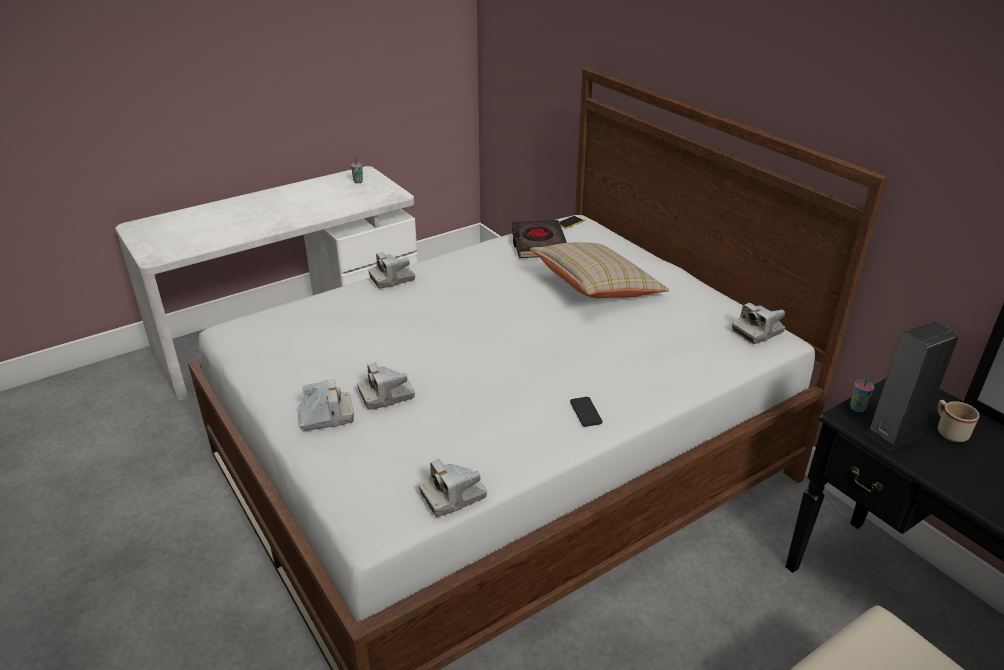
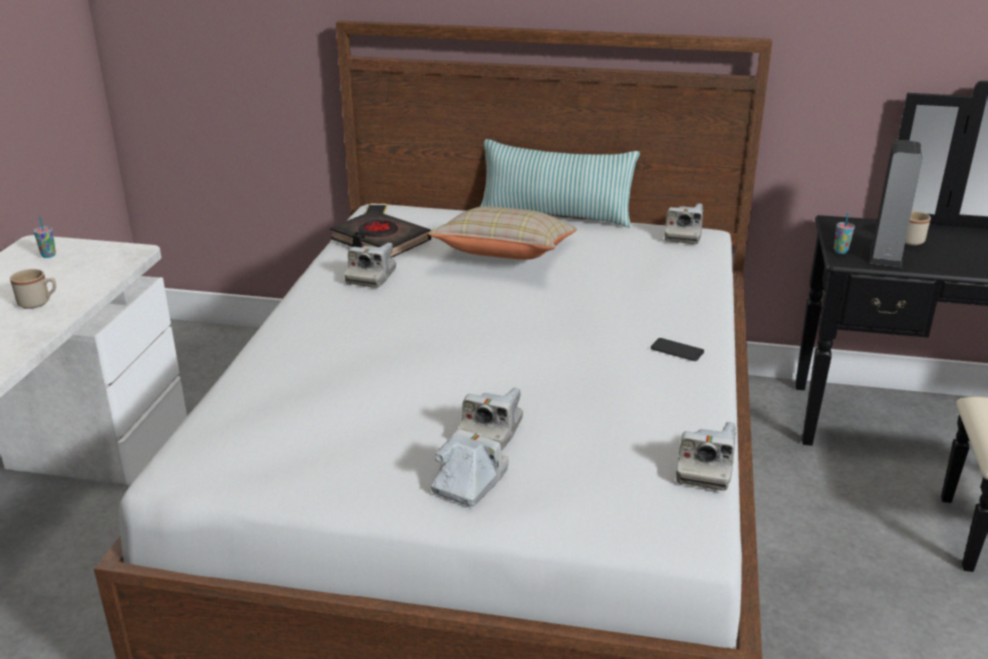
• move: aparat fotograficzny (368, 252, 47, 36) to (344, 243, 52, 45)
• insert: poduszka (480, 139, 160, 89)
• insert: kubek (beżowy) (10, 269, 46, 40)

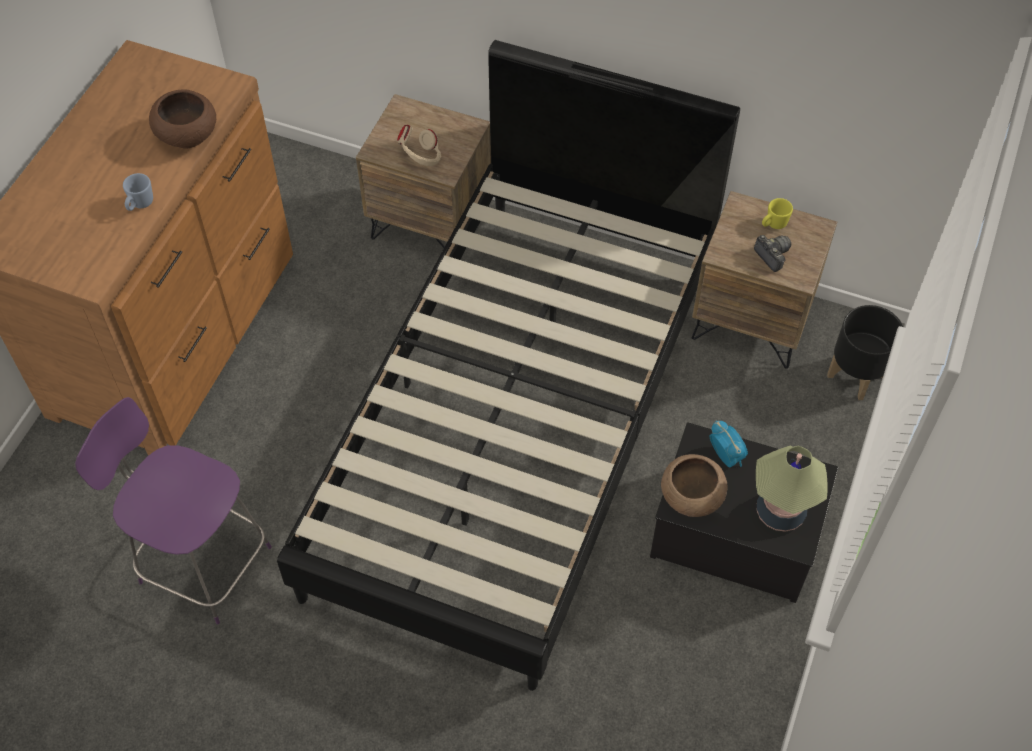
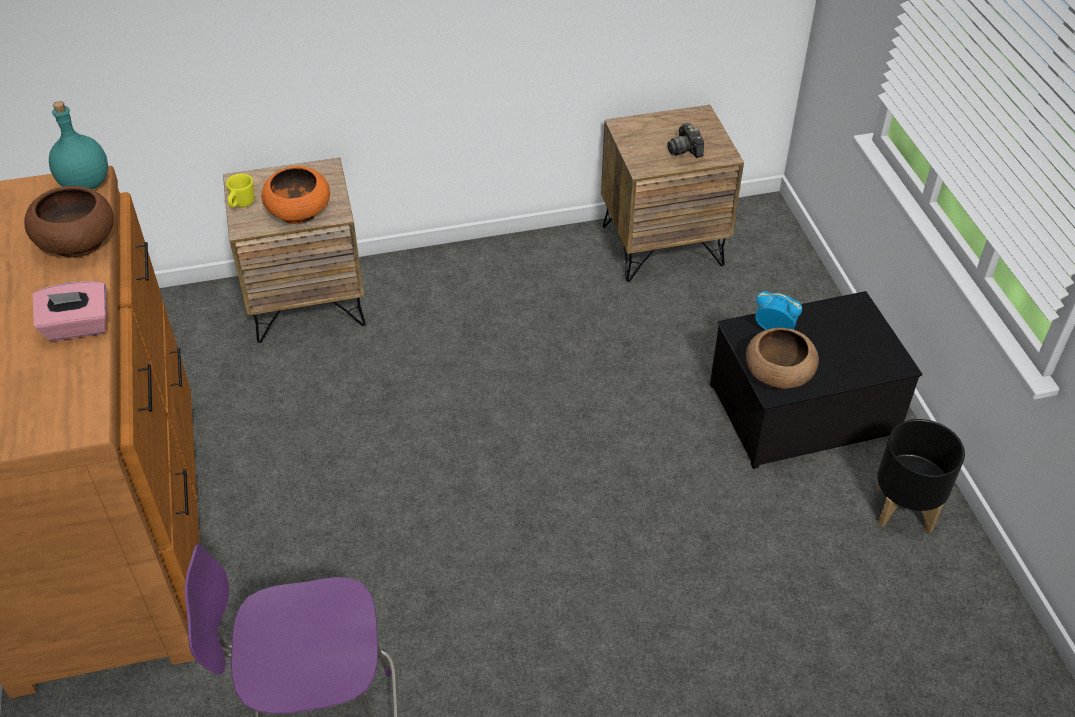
• delete: łóżko (czarny) (277, 40, 463, 651)
• replace: słuchawki (beżowy) (397, 125, 44, 41) to miska (pomarańczowy) (261, 166, 69, 58)
• replace: kubek (niebieski) (123, 173, 30, 38) to pudełko chusteczek (różowy) (33, 281, 74, 60)
• move: kubek (żółty) (762, 198, 31, 31) to (226, 173, 29, 35)
• rotate: aparat fotograficzny (754, 235, 37, 37) = (668, 123, 36, 35) 135 degrees counterclockwise
• move: donica (czarny) (827, 305, 76, 95) to (876, 419, 89, 114)
• delete: lampa stołowa (756, 446, 72, 86)
• insert: butelka (turkusowy) (49, 101, 59, 88)

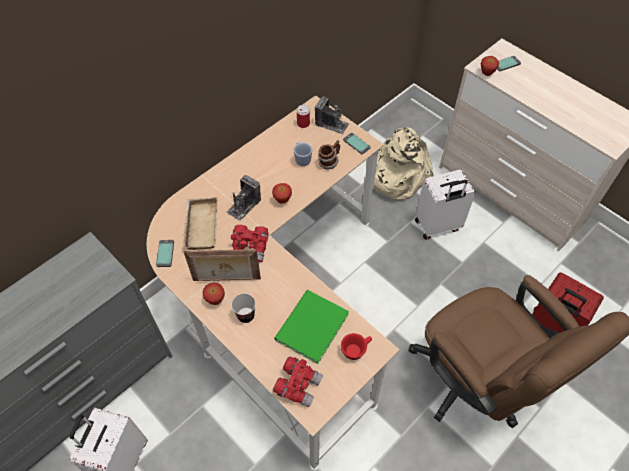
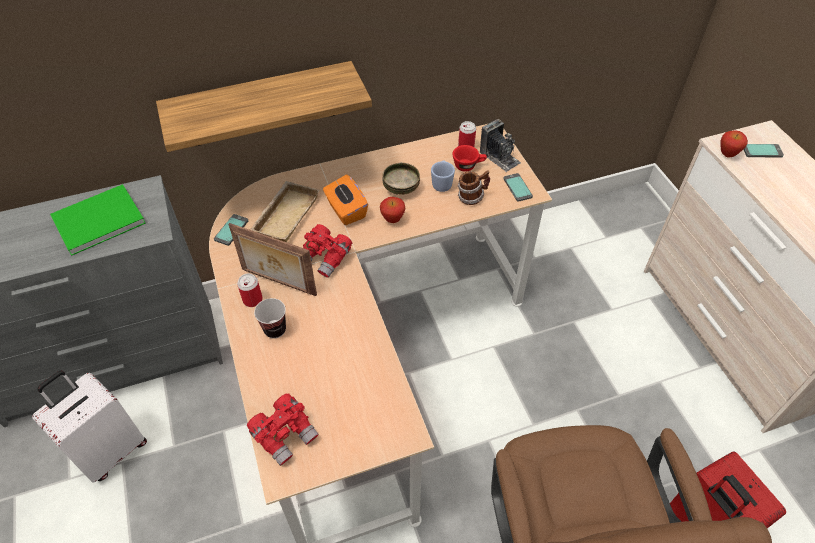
• delete: plecak (beżowy) (374, 127, 60, 73)
• delete: walizka (biały) (415, 169, 61, 71)
• replace: aparat fotograficzny (226, 175, 35, 46) to pudełko chusteczek (pomarańczowy) (323, 175, 45, 50)
• replace: jabłko (202, 283, 23, 22) to puszka (237, 274, 26, 33)
• move: książka (zielony) (274, 290, 75, 74) to (50, 184, 96, 72)
• move: filiżanka (czerwony) (341, 333, 31, 27) to (452, 145, 35, 27)
• insert: półka (156, 61, 216, 91)
• insert: miska (382, 162, 38, 33)

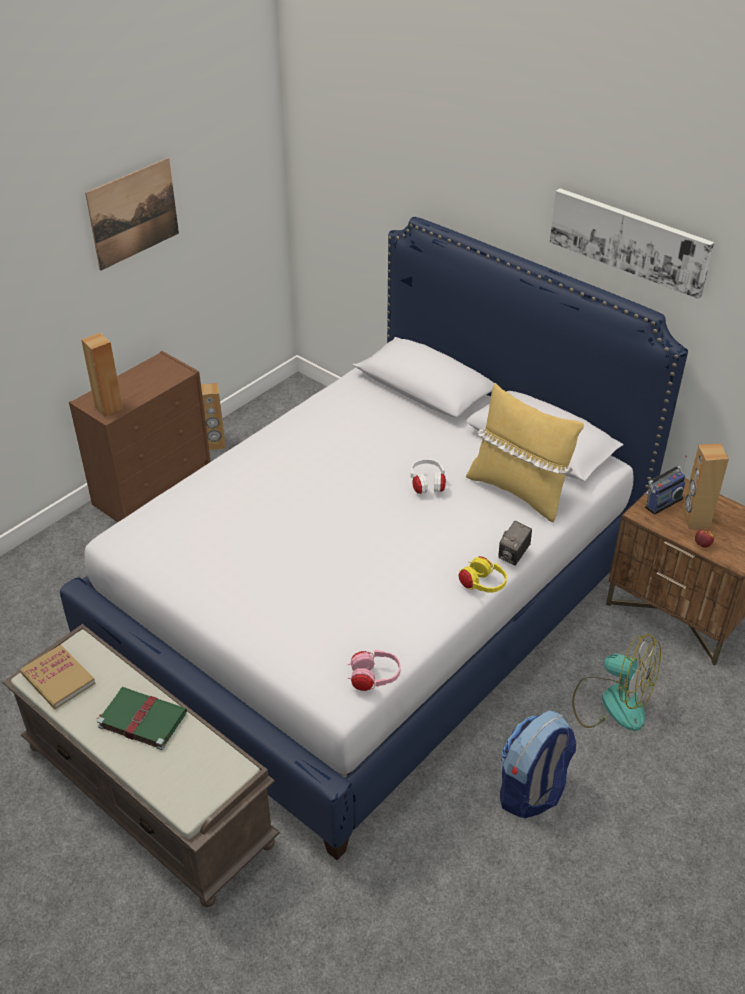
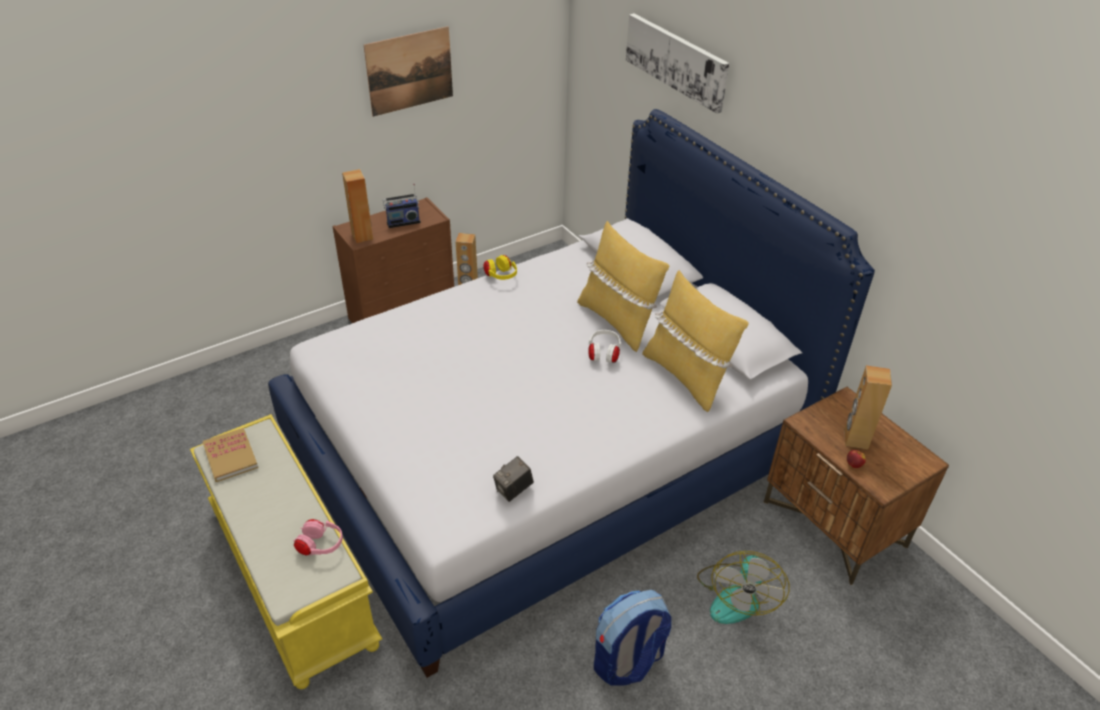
• move: obraz (550, 188, 164, 111) to (626, 13, 103, 101)
• move: radio (645, 455, 42, 60) to (383, 184, 38, 44)
• move: aparat fotograficzny (498, 521, 34, 45) to (493, 456, 41, 46)
• move: słuchawki (żółty) (459, 556, 48, 37) to (484, 255, 33, 25)
• recolor: ławka (brązowy) (2, 624, 278, 283) to ławka (żółty) (190, 414, 192, 275)
• rotate: wentylator (572, 634, 89, 97) = (697, 551, 93, 73) 60 degrees clockwise
• move: słuchawki (różowy) (348, 650, 53, 41) to (293, 519, 50, 37)
• delete: książka (zielony) (97, 687, 90, 63)
• insert: poduszka (żółty) (577, 221, 93, 131)

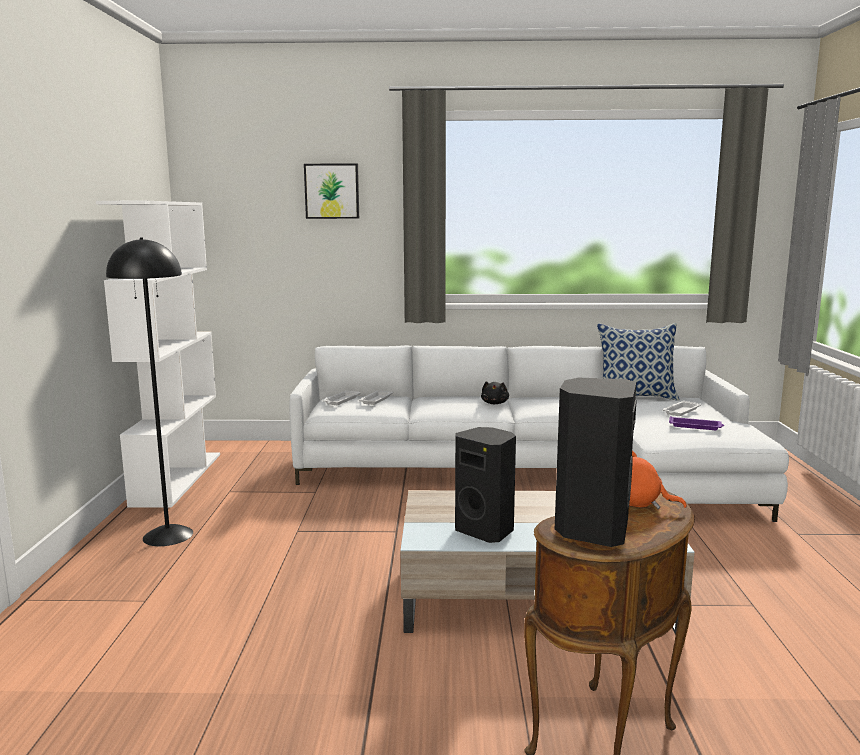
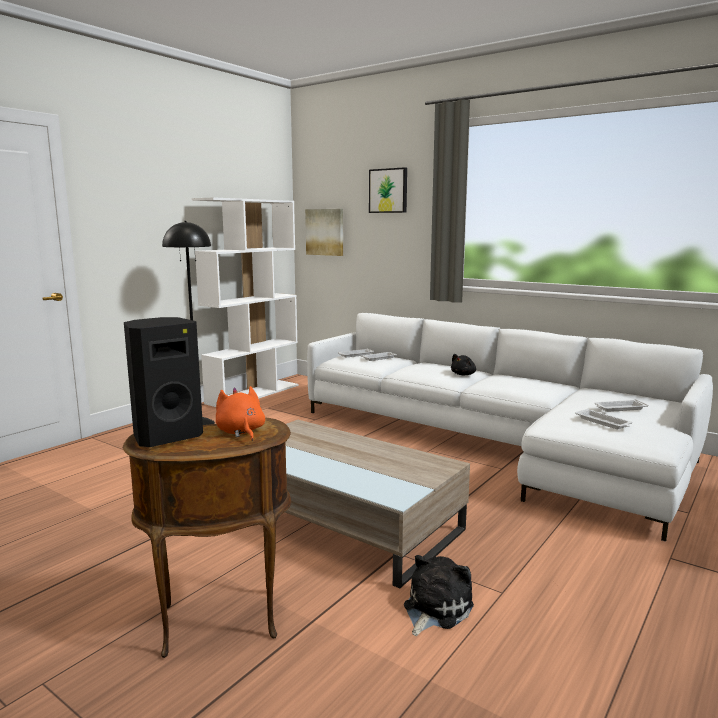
• delete: poduszka (597, 323, 83, 78)
• recolor: taca (fioletowy) (669, 416, 55, 14) to taca (biały) (575, 409, 57, 20)
• delete: głośnik (czarny) (455, 427, 61, 116)
• insert: obraz (305, 209, 38, 47)
• insert: pluszak (404, 555, 70, 81)

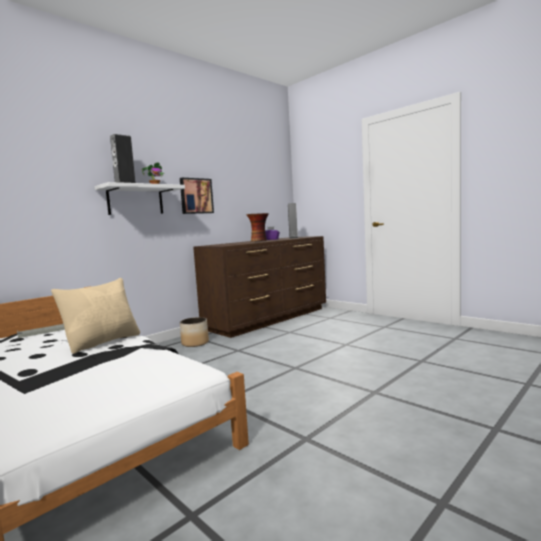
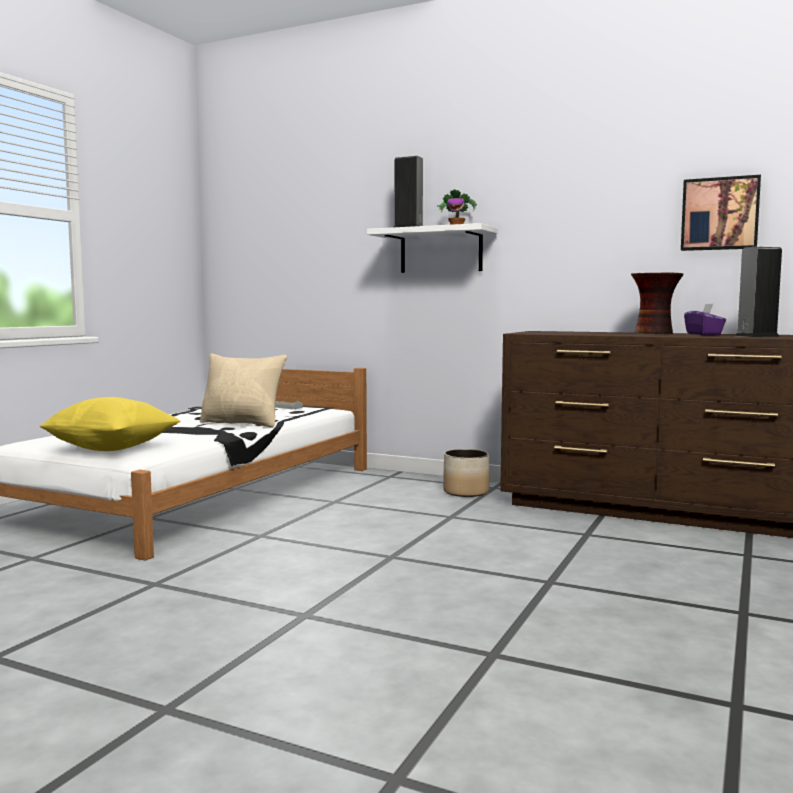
• move: obraz (180, 178, 34, 36) to (681, 175, 80, 76)
• insert: poduszka (żółty) (39, 397, 141, 54)

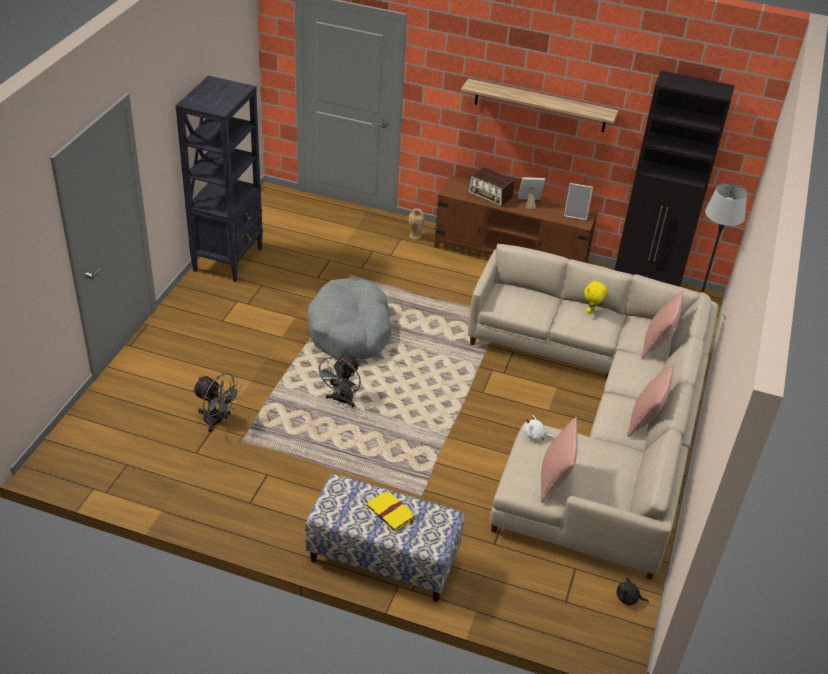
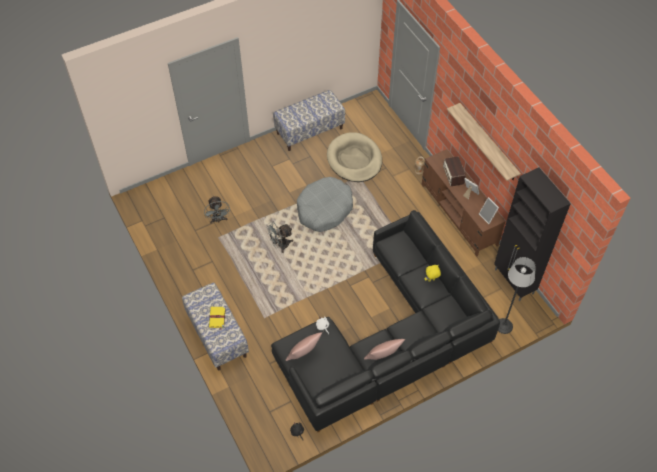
• replace: regał (czarny) (175, 76, 88, 206) to ławka (273, 90, 72, 61)
• recolor: kanapa (beżowy) (468, 244, 250, 336) to kanapa (czarny) (271, 210, 229, 222)
• delete: poduszka (różowy) (641, 290, 43, 69)
• insert: legowisko (beżowy) (327, 132, 55, 50)

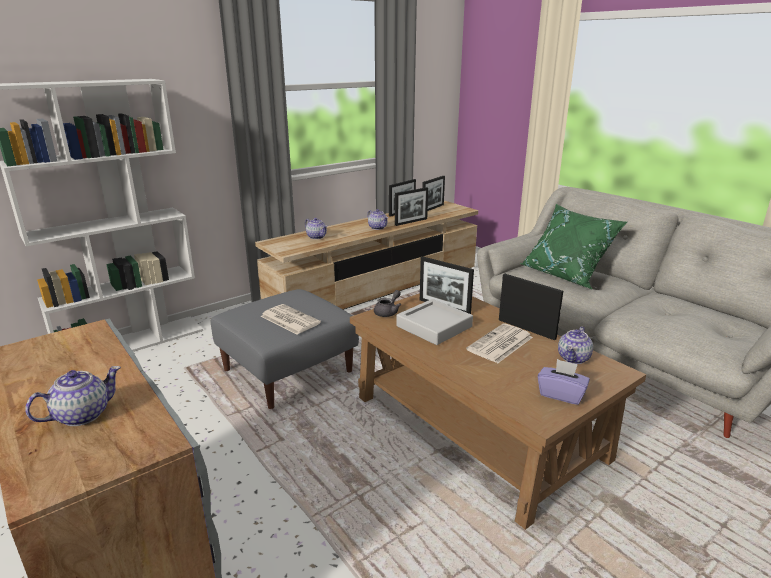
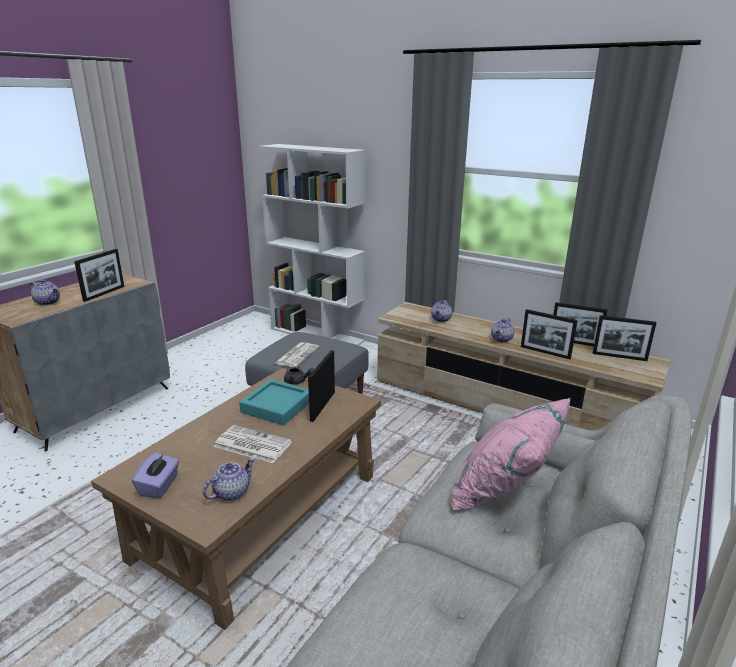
• recolor: poduszka (zielony) (520, 204, 107, 85) to poduszka (różowy) (451, 398, 120, 112)
• move: ramka na zdjęcie (499, 274, 64, 66) to (74, 249, 50, 53)
• recolor: taca (szary) (396, 299, 77, 46) to taca (turkusowy) (239, 379, 70, 46)
• rotate: imbryk (558, 326, 35, 38) = (203, 458, 52, 43) 120 degrees clockwise

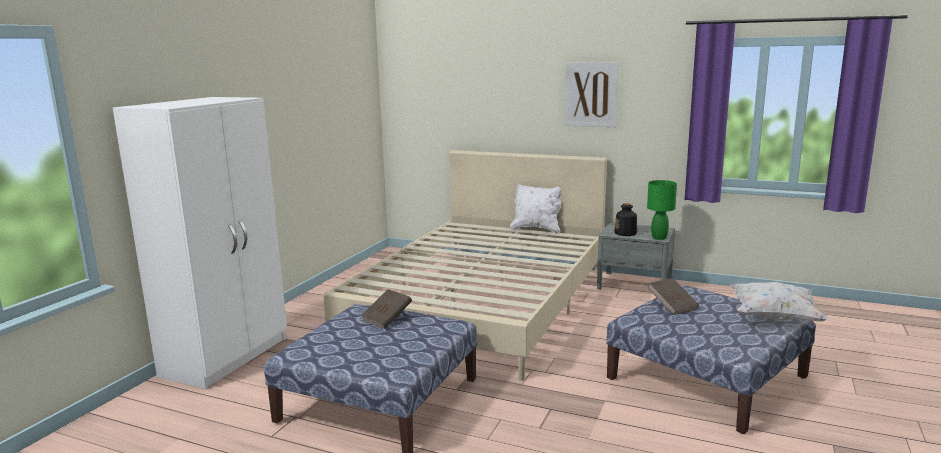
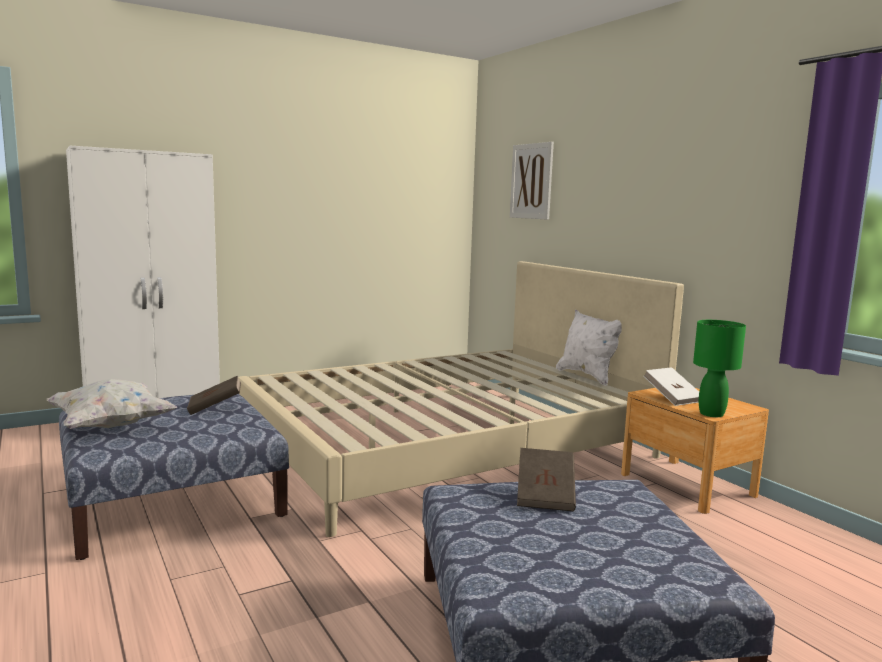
• move: obraz (565, 62, 54, 65) to (510, 142, 44, 78)
• replace: butelka (614, 203, 23, 33) to książka (biały) (644, 367, 55, 39)
• recolor: szafka nocna (szary) (597, 222, 78, 68) to szafka nocna (brązowy) (621, 388, 148, 126)
• move: poduszka (biały) (730, 282, 98, 40) to (46, 379, 131, 50)

